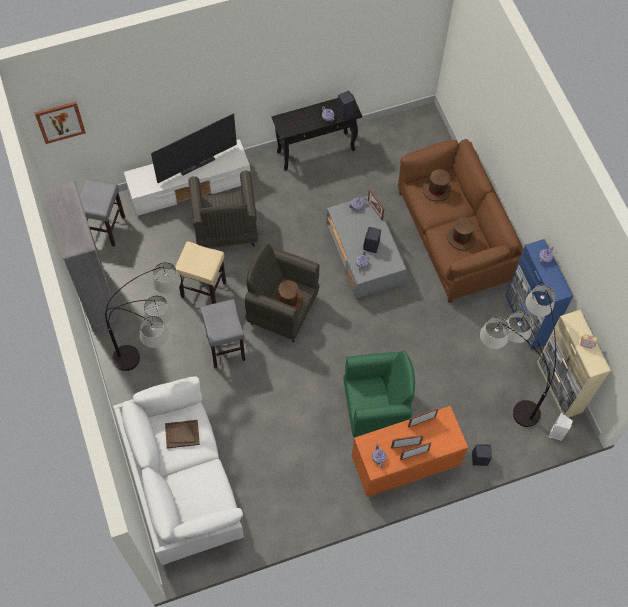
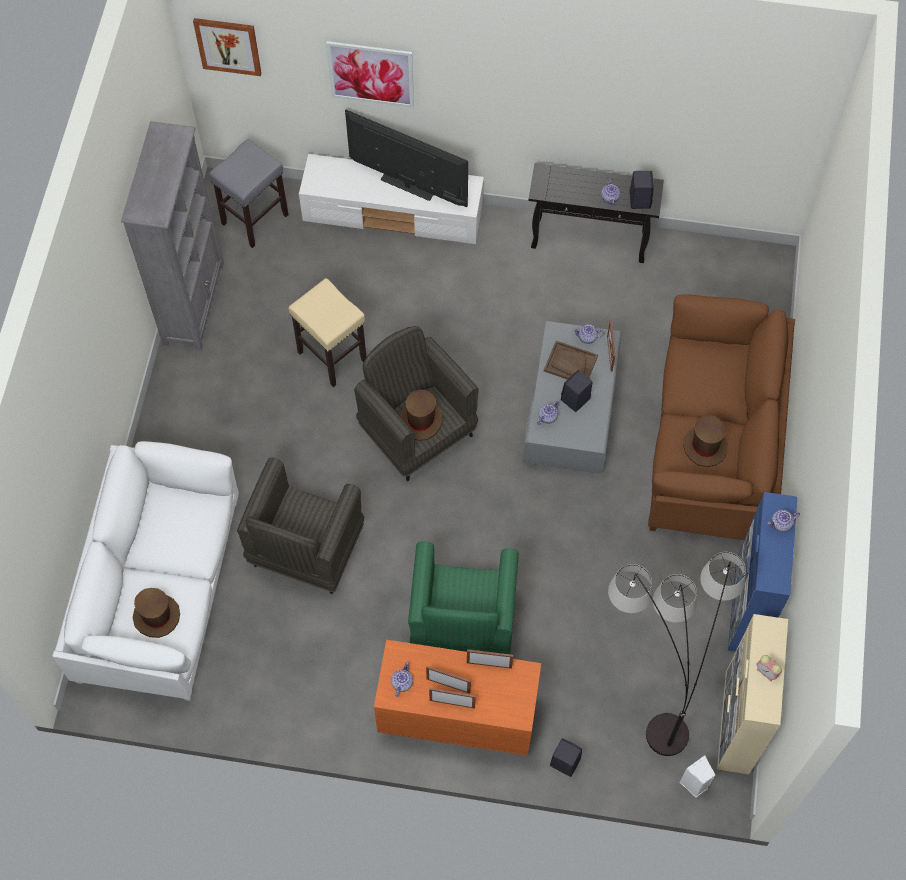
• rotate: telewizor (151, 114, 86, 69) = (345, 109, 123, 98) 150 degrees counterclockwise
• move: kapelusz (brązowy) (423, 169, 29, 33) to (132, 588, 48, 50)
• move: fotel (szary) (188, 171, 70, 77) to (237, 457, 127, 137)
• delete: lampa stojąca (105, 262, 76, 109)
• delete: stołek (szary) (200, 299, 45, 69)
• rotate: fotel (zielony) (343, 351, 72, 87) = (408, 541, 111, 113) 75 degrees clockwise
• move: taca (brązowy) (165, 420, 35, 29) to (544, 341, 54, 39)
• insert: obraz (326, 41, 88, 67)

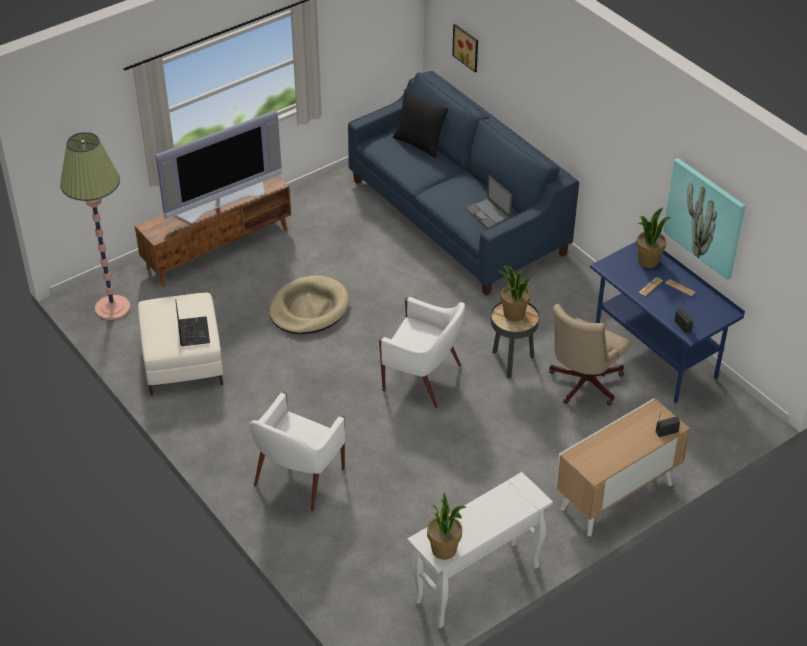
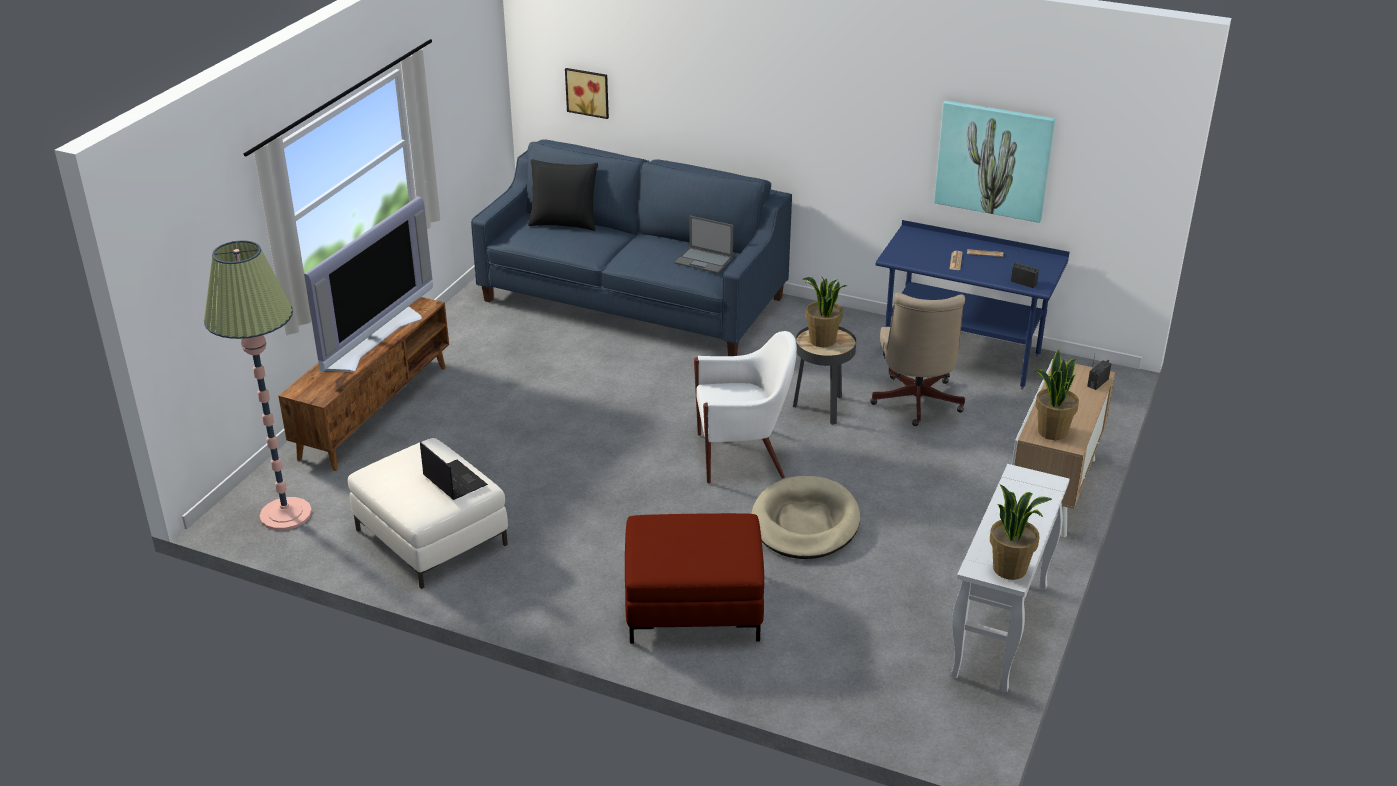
• move: roślina doniczkowa (636, 207, 36, 61) to (1035, 350, 44, 90)
• move: legowisko (beżowy) (269, 275, 80, 59) to (751, 476, 109, 83)
• replace: fotel (biały) (249, 392, 96, 119) to pufa (czerwony) (625, 513, 139, 131)

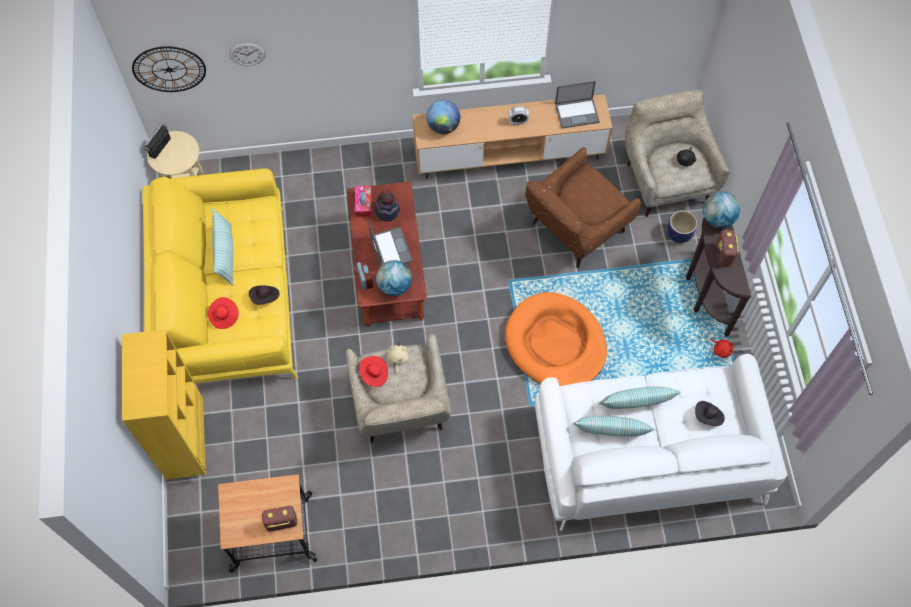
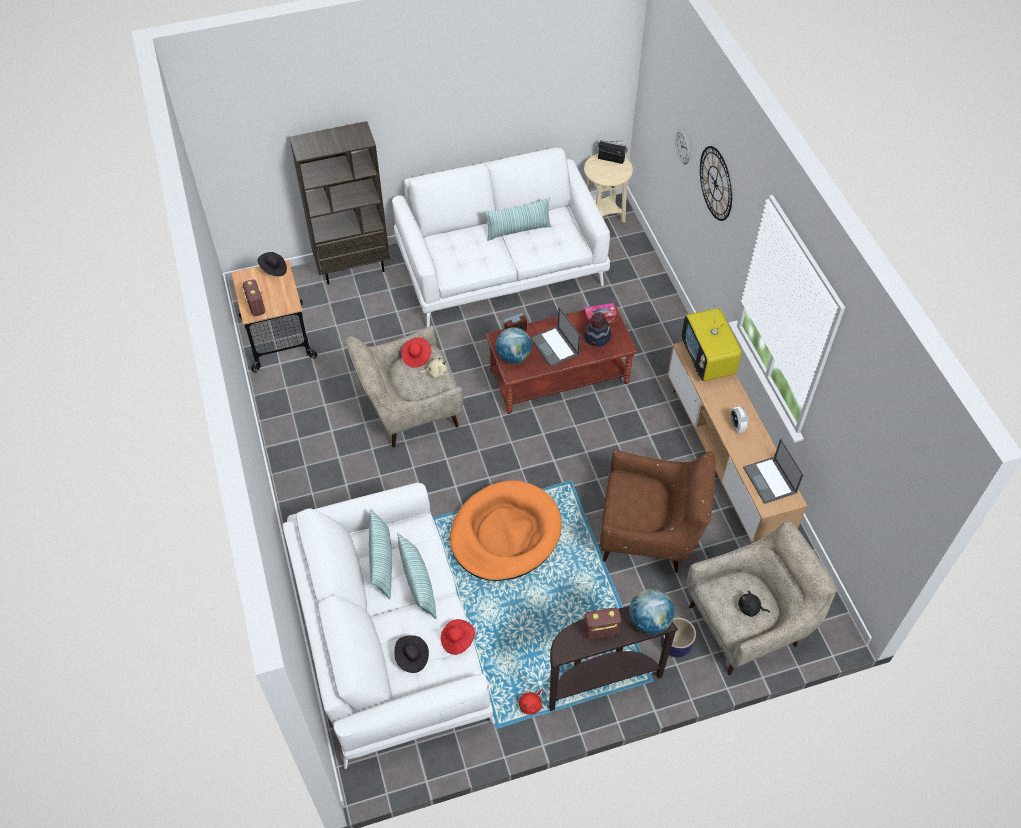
• move: zegar ścienny (132, 46, 74, 46) to (700, 146, 32, 75)
• replace: globus (426, 100, 34, 34) to telewizor (681, 305, 61, 76)
• rotate: fotel (brązowy) (525, 147, 116, 121) = (600, 450, 115, 123) 150 degrees clockwise
• recolor: kanapa (żółty) (142, 168, 156, 215) to kanapa (biały) (392, 148, 218, 179)
• rotate: laptop (368, 221, 45, 45) = (530, 307, 50, 60) 90 degrees clockwise
• move: kapelusz (czarny) (249, 285, 30, 20) to (258, 252, 29, 24)
• move: kapelusz (czerwony) (208, 297, 31, 32) to (441, 619, 34, 36)
• recolor: regał (żółty) (122, 329, 84, 150) to regał (brązowy) (289, 121, 101, 164)

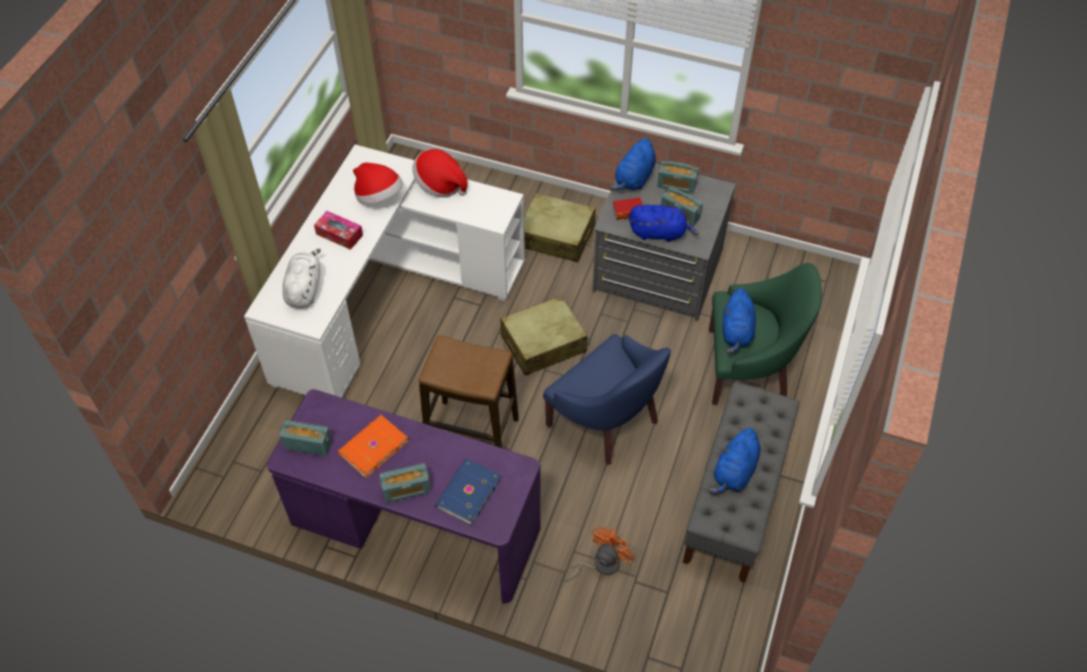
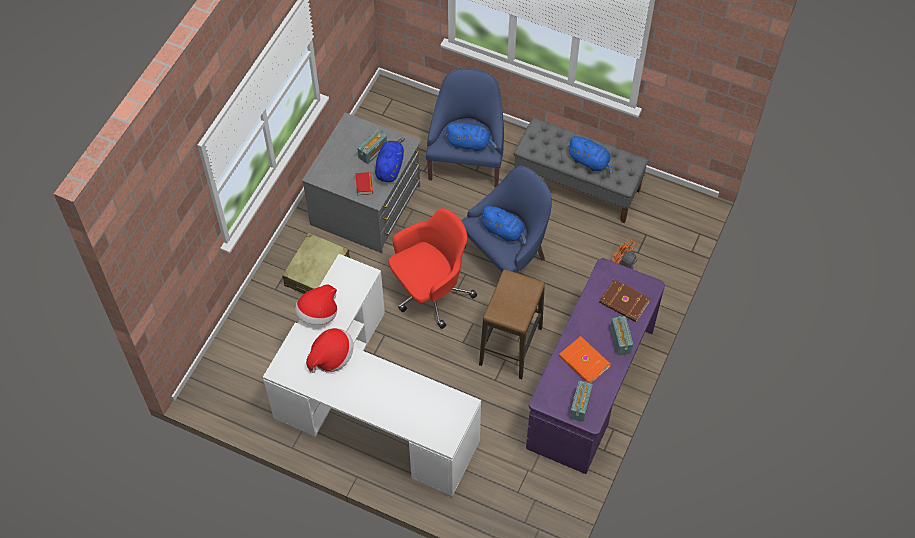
• move: pluszak (niebieski) (610, 138, 46, 53) to (480, 206, 47, 39)
• delete: radio (657, 161, 42, 33)
• delete: pudełko chusteczek (314, 211, 49, 39)
• delete: pluszak (biały) (283, 249, 38, 59)
• recolor: fotel (zielony) (709, 263, 113, 142) to fotel (niebieski) (426, 68, 78, 119)
• replace: walizka (beżowy) (500, 296, 88, 80) to krzesło biurowe (czerwony) (388, 208, 89, 121)
• recolor: książka (niebieski) (435, 459, 66, 66) to książka (brązowy) (599, 279, 52, 43)

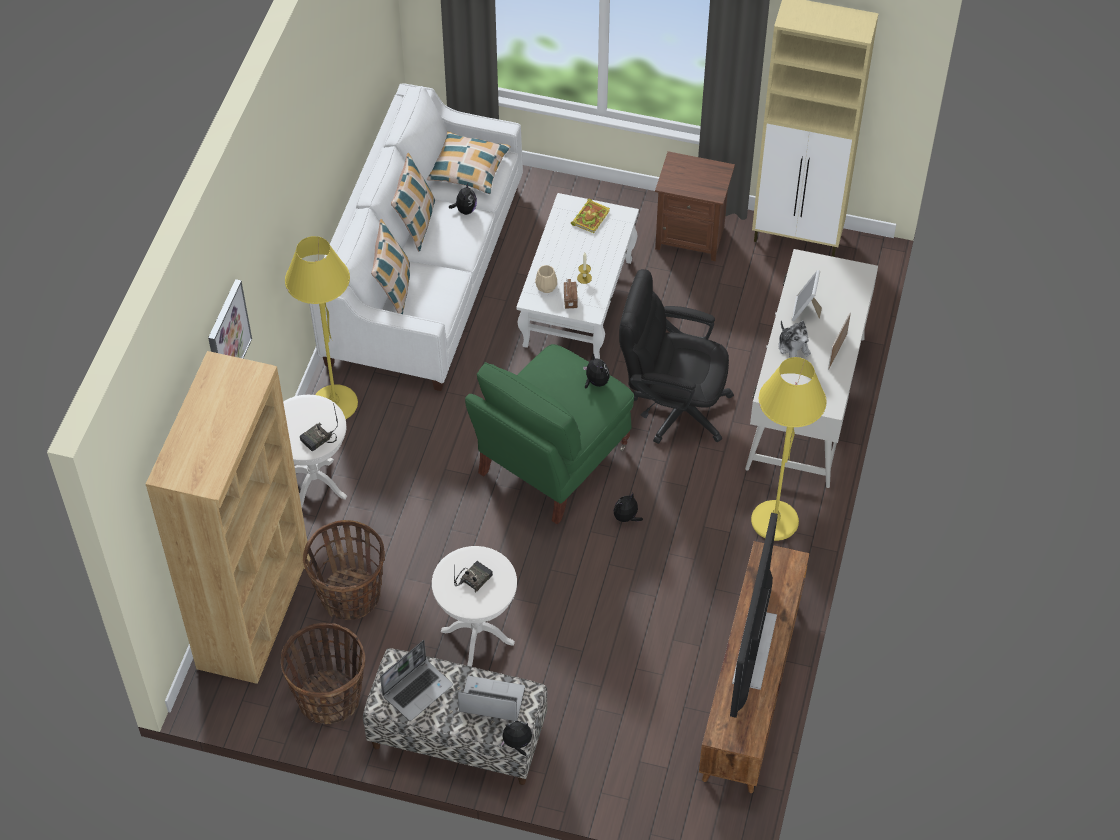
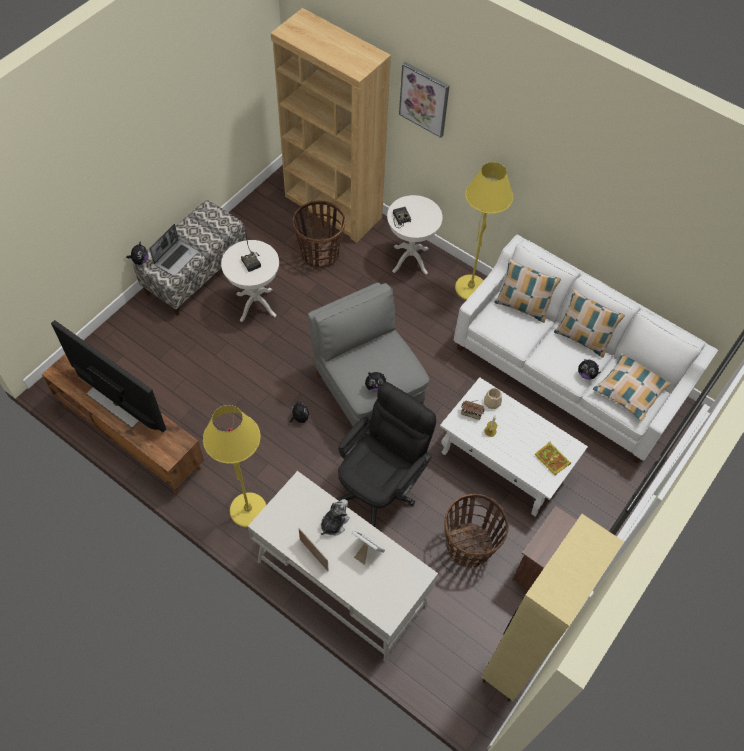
• rotate: pluszak (778, 320, 33, 38) = (321, 499, 29, 36) 135 degrees clockwise
• recolor: fotel (zielony) (465, 344, 169, 181) to fotel (szary) (308, 283, 121, 154)
• move: koszyk (281, 623, 84, 101) to (444, 494, 65, 74)
• delete: laptop (380, 640, 73, 81)

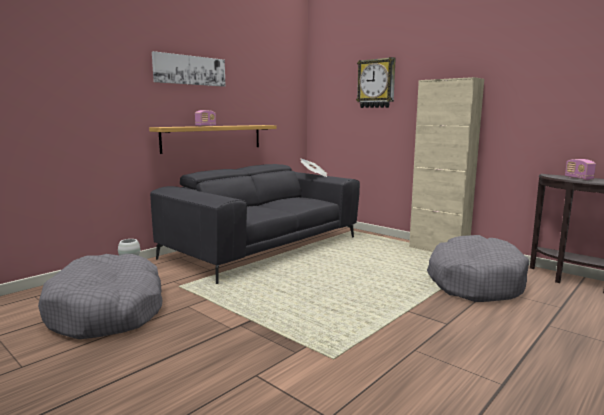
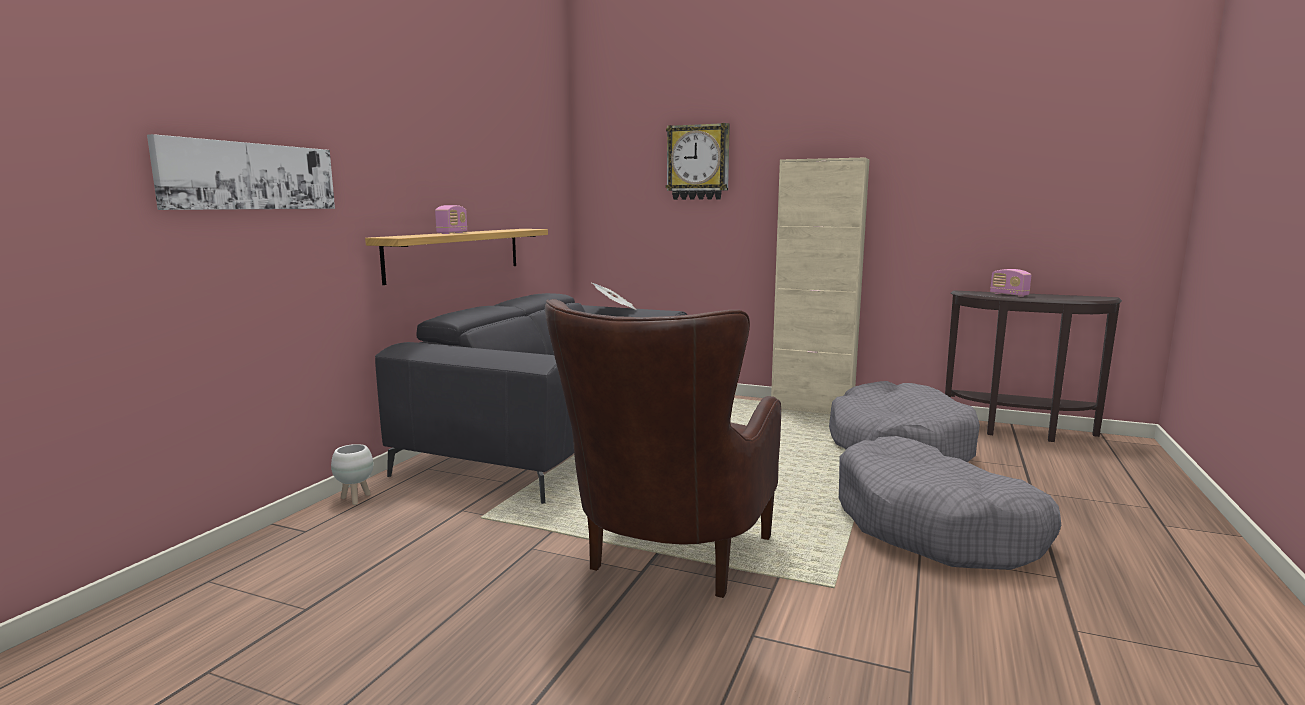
• move: obraz (152, 51, 73, 36) to (147, 134, 188, 76)
• move: legowisko (szary) (38, 254, 124, 85) to (839, 436, 222, 134)
• insert: fotel (brązowy) (545, 299, 236, 299)

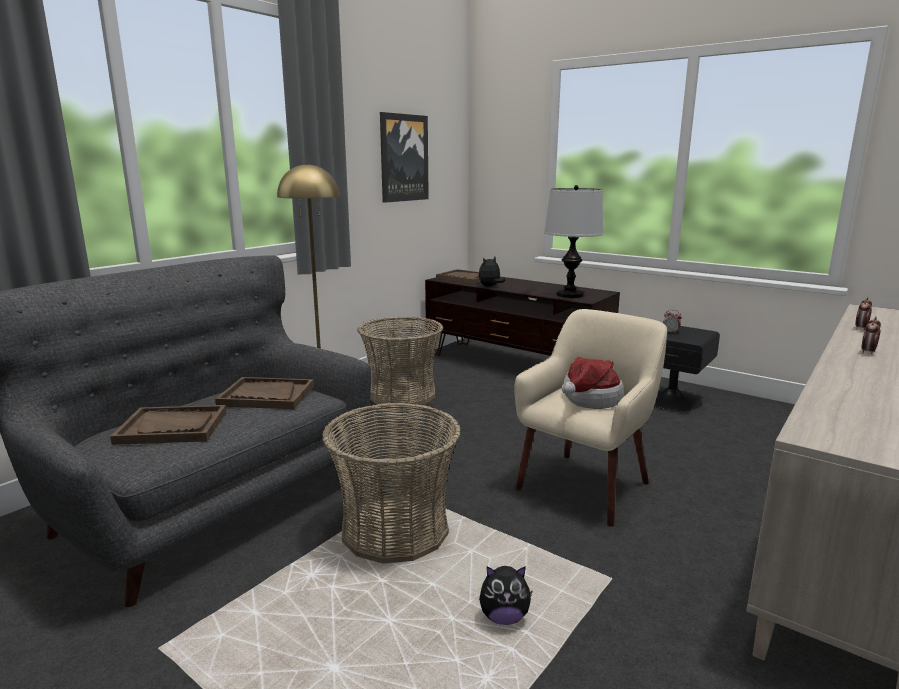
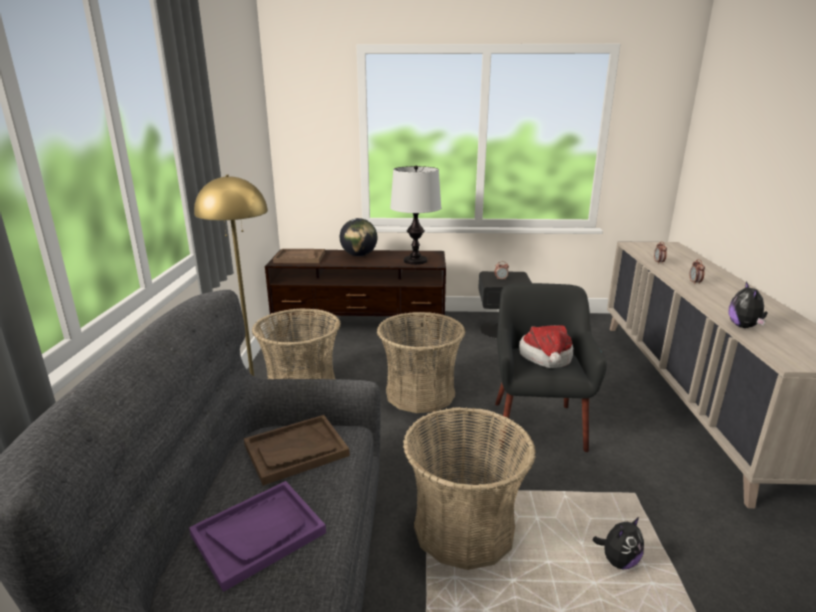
• delete: obraz (380, 112, 49, 91)
• move: pluszak (478, 257, 27, 30) to (729, 282, 39, 46)
• recolor: fotel (beżowy) (514, 309, 153, 218) to fotel (czarny) (495, 283, 112, 169)
• recolor: taca (brązowy) (110, 405, 117, 40) to taca (fioletowy) (189, 481, 137, 111)
• insert: globus (340, 218, 37, 38)
• insert: koszyk (377, 312, 88, 101)

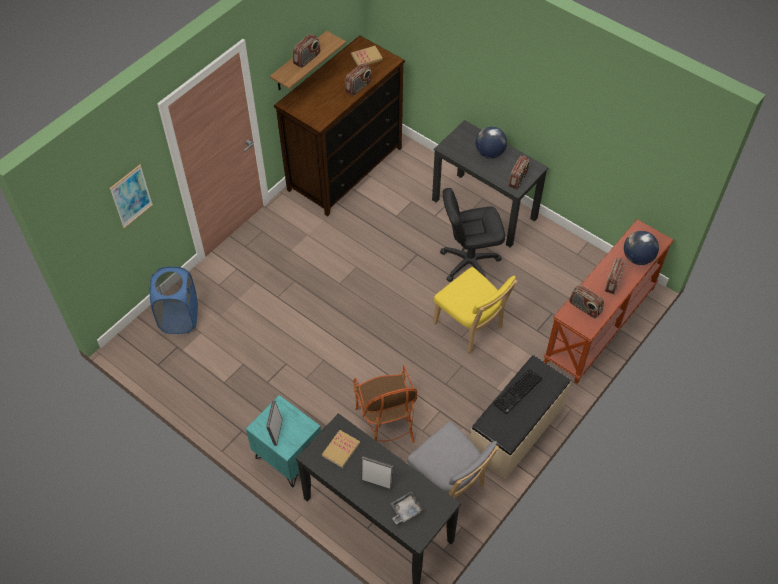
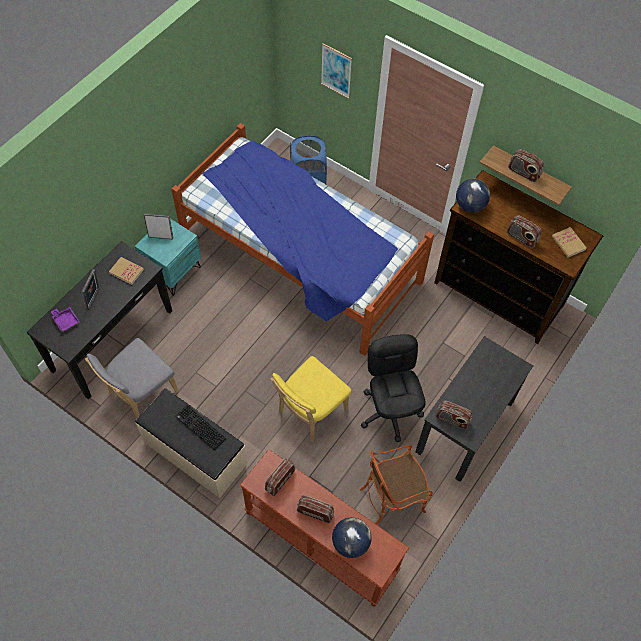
• move: globus (475, 126, 32, 32) to (456, 179, 34, 34)
• move: fotel (353, 365, 64, 78) to (360, 445, 73, 80)
• recolor: taca (szary) (390, 491, 34, 33) to taca (fioletowy) (51, 307, 29, 25)
• insert: łóżko (171, 123, 263, 233)

